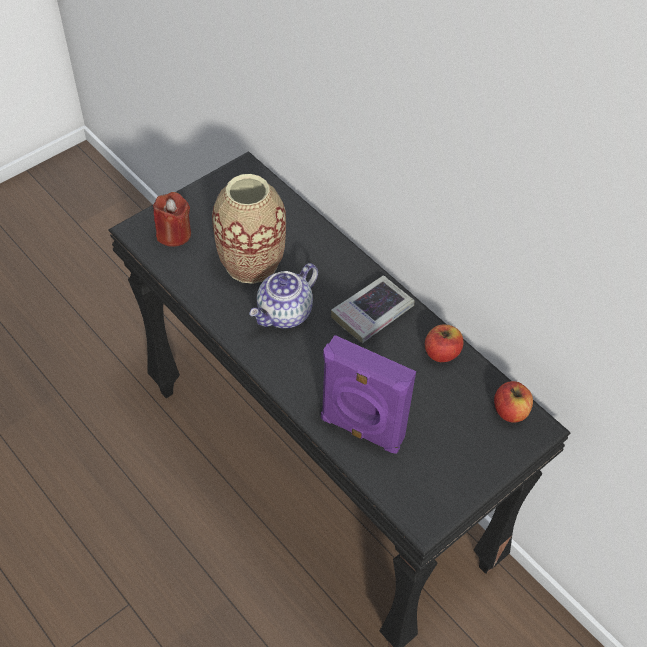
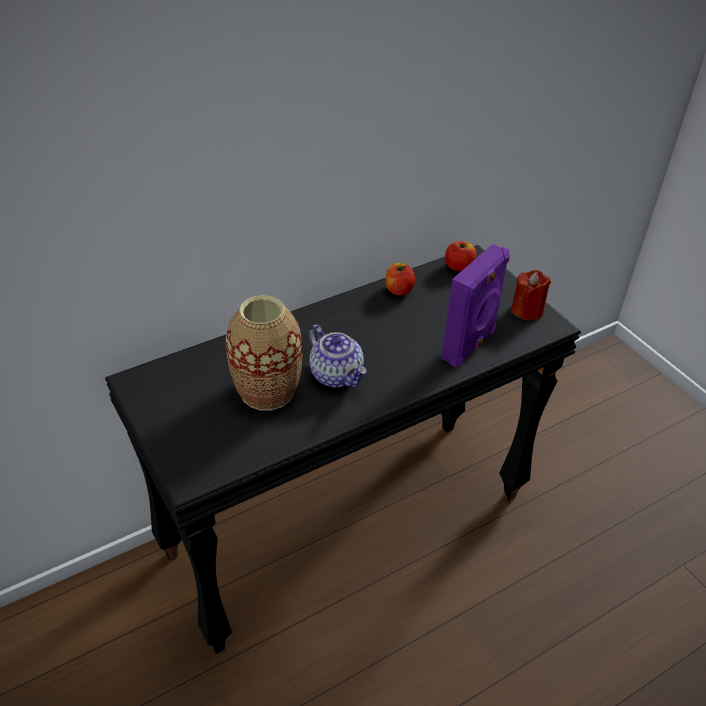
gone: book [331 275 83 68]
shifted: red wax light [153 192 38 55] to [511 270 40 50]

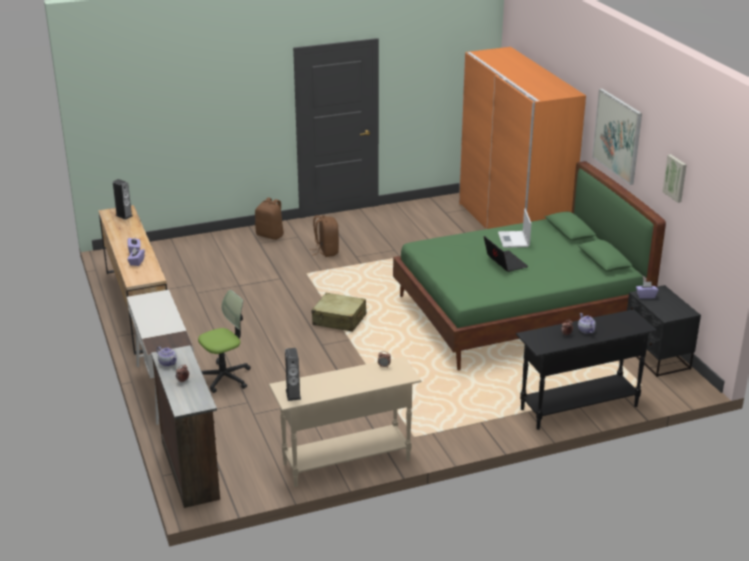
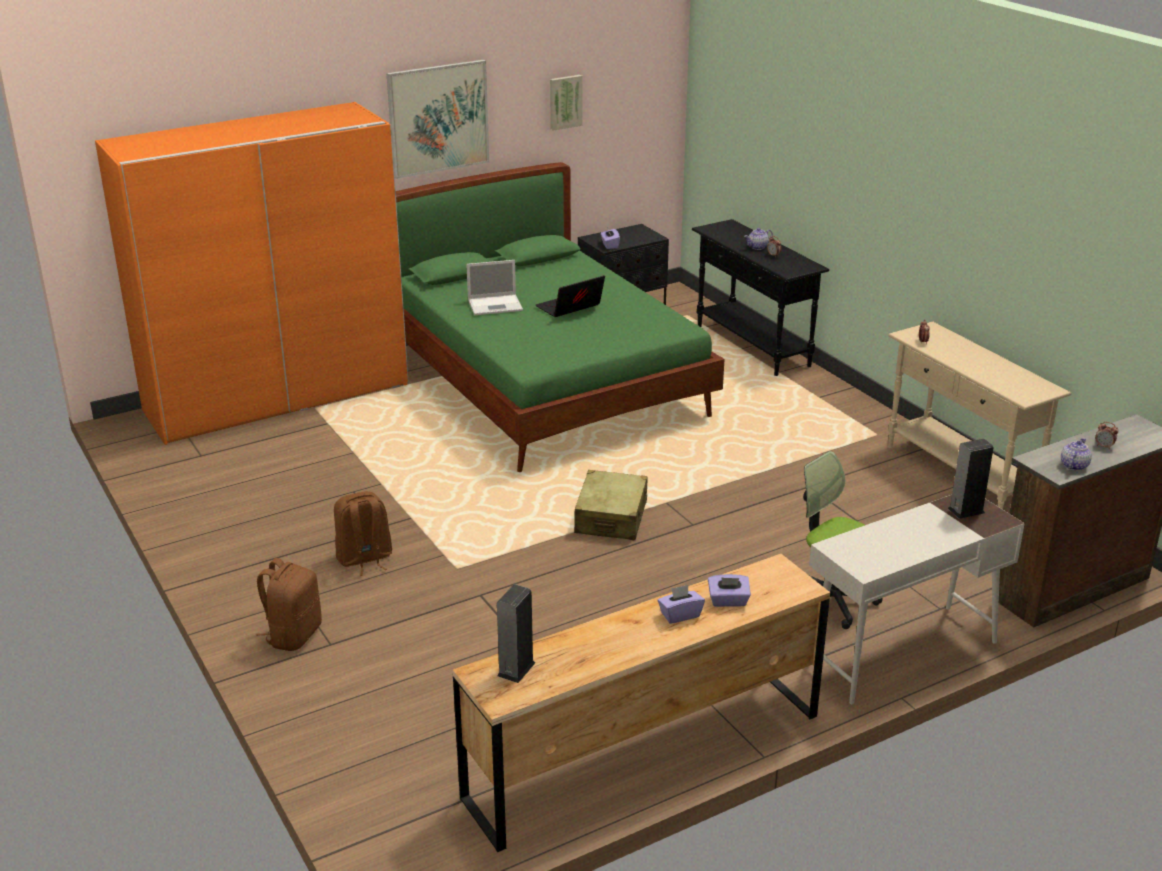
shifted: loudspeaker [285 348 16 53] to [948 439 45 80]

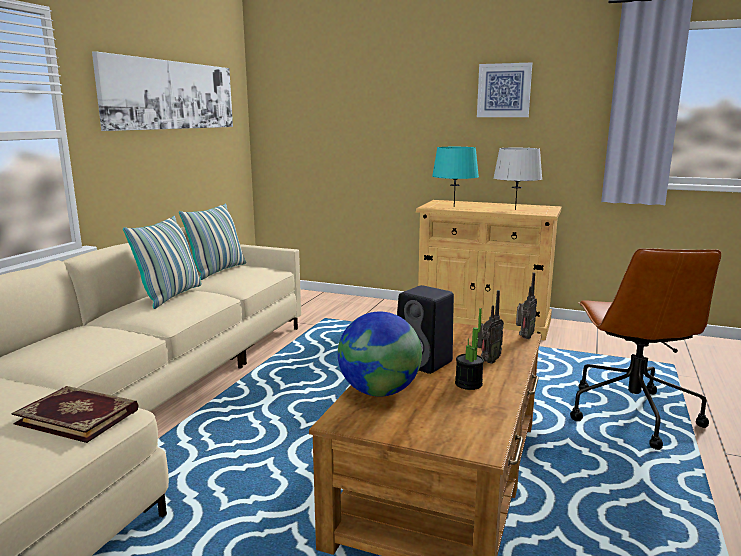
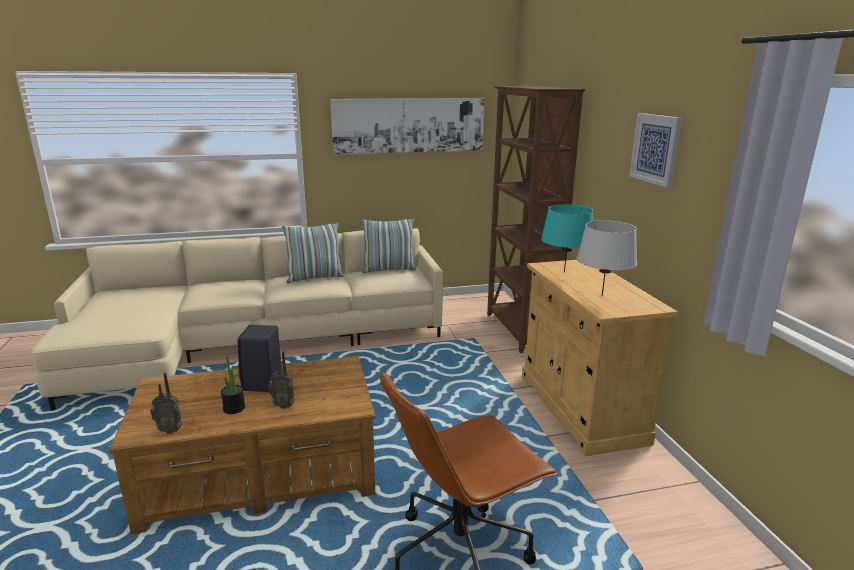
gone: book [12 386 127 57]; globe [338 312 84 85]
new: brownish bookcase [487 86 98 267]
shifted: radio [516 273 21 66] to [150 373 32 61]

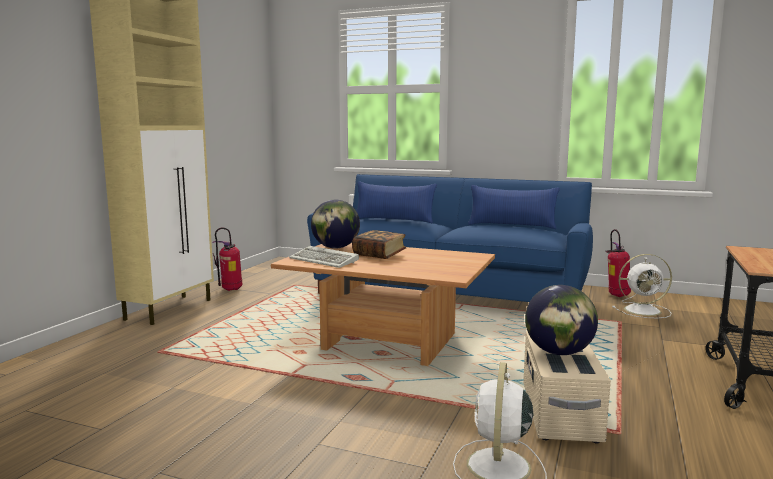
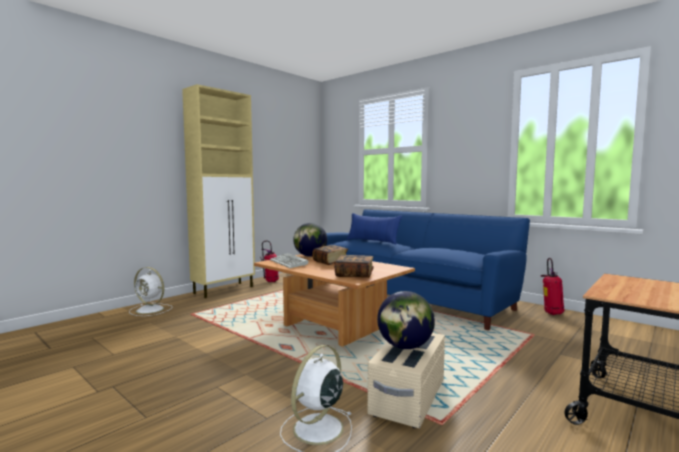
gone: blue-coloured pillow [468 185 92 44]
new: book [334 255 40 23]
shifted: white-coloured electric fan [612 254 60 64] to [129 267 44 49]

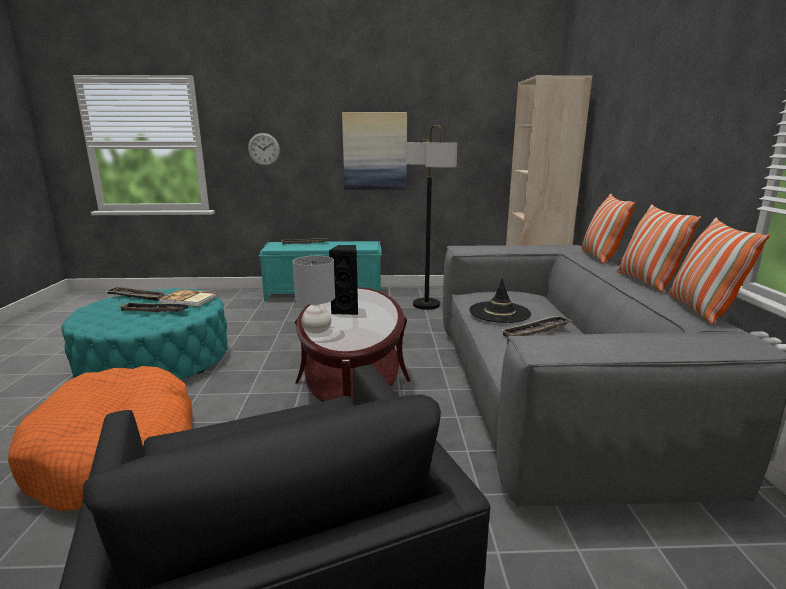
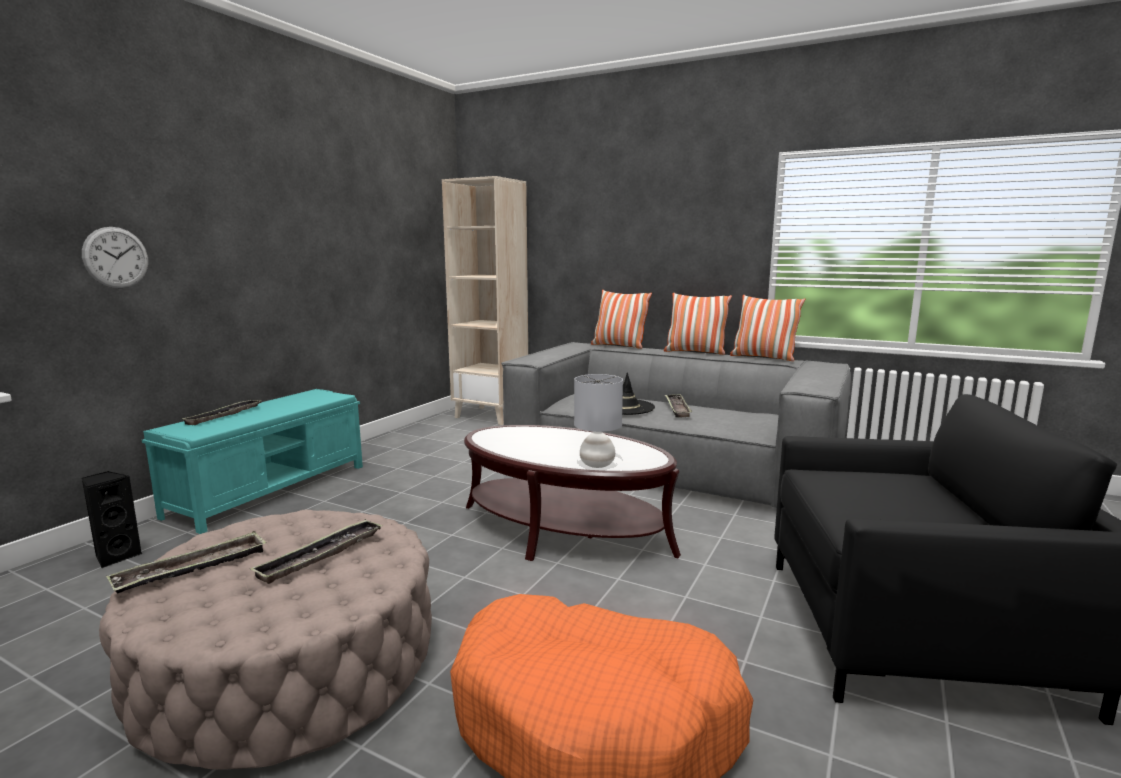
gone: book [159 289 59 18]; wall art [342 112 65 78]; standing lamp [405 125 53 185]
shifted: blackish loudspeaker [329 245 29 70] to [81 471 61 97]
repainted: turquoise-coloured pouffe [61 288 166 92] to beige-coloured pouffe [99 510 333 260]

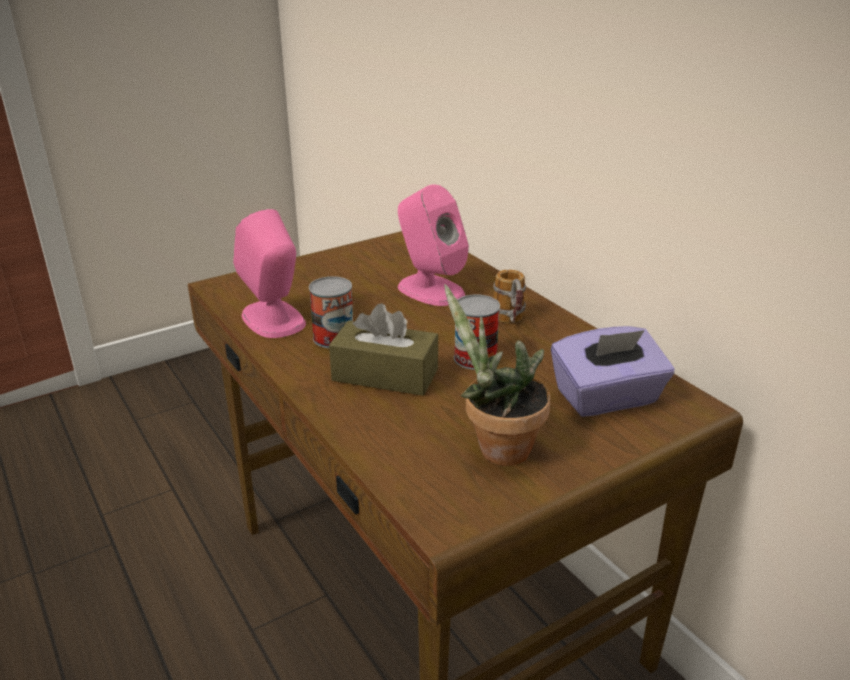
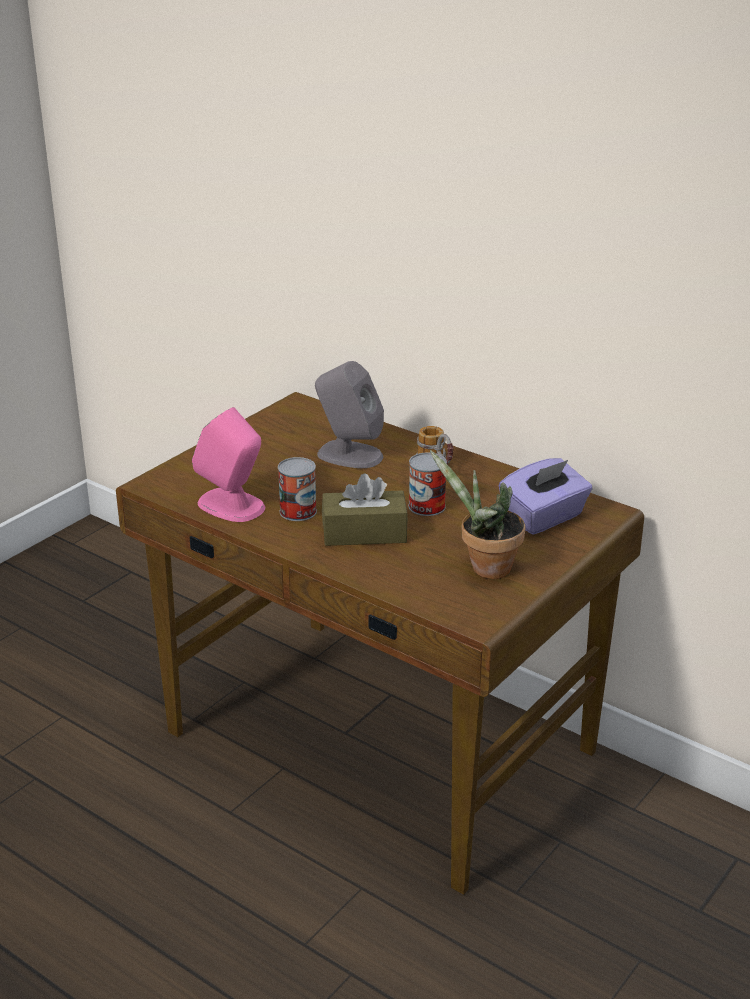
repainted: pink loudspeaker [398 184 71 122] to greyish loudspeaker [315 361 69 107]

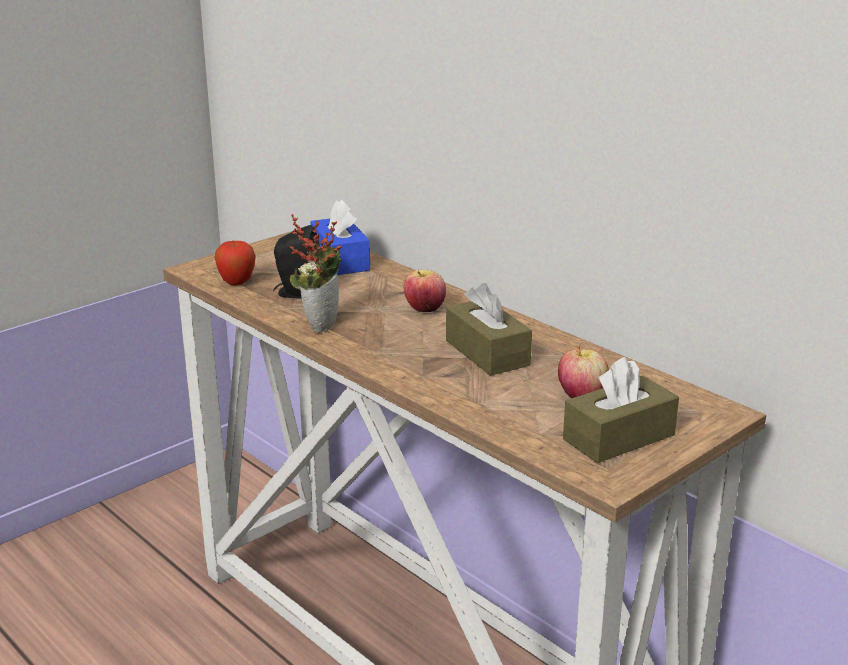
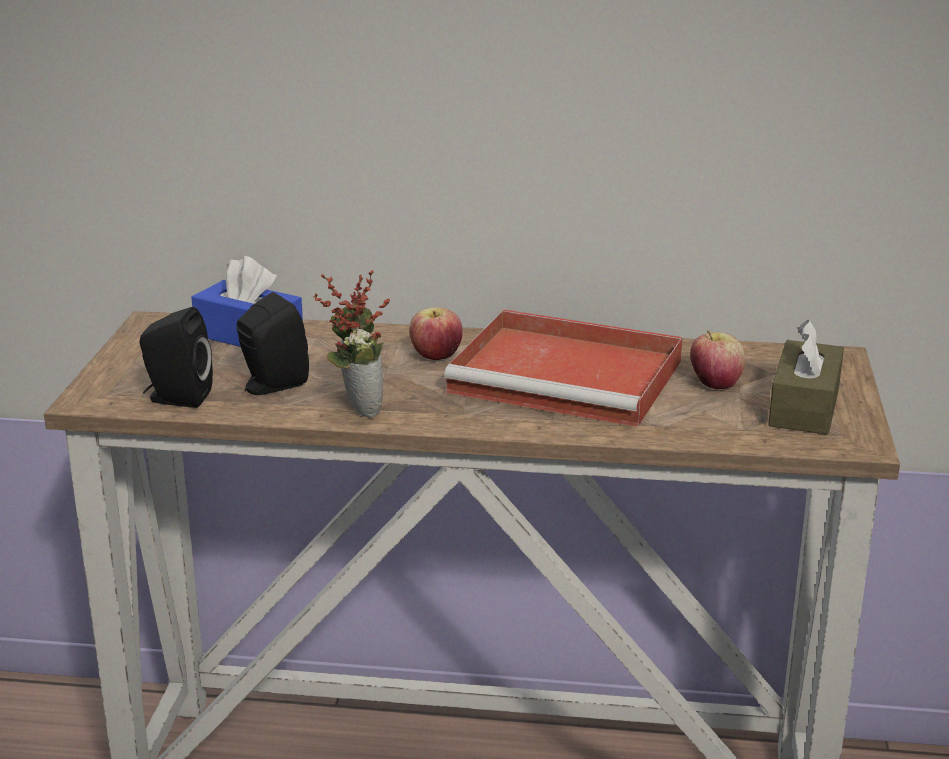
swapped: apple fruit [215 241 41 44] to blackish loudspeaker [140 307 73 101]; brownish tissue box [446 283 86 93] to red serving tray [444 309 239 118]

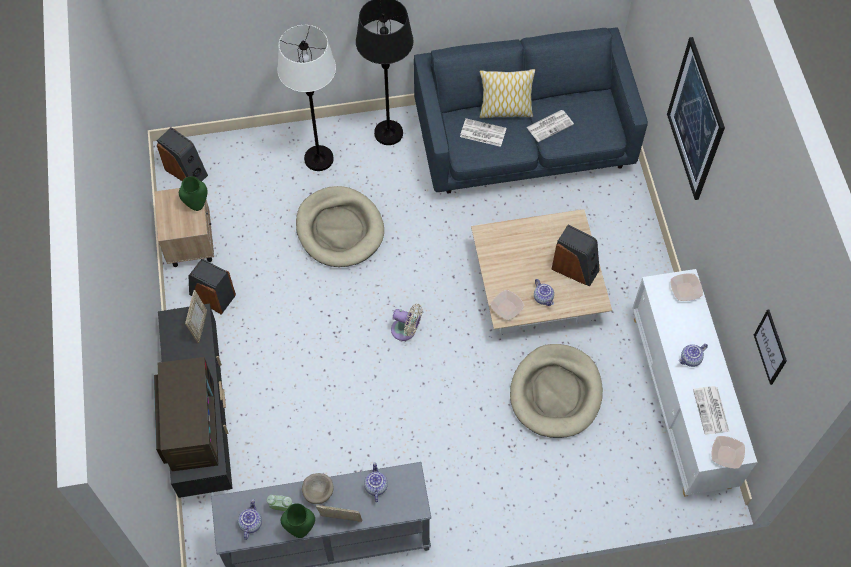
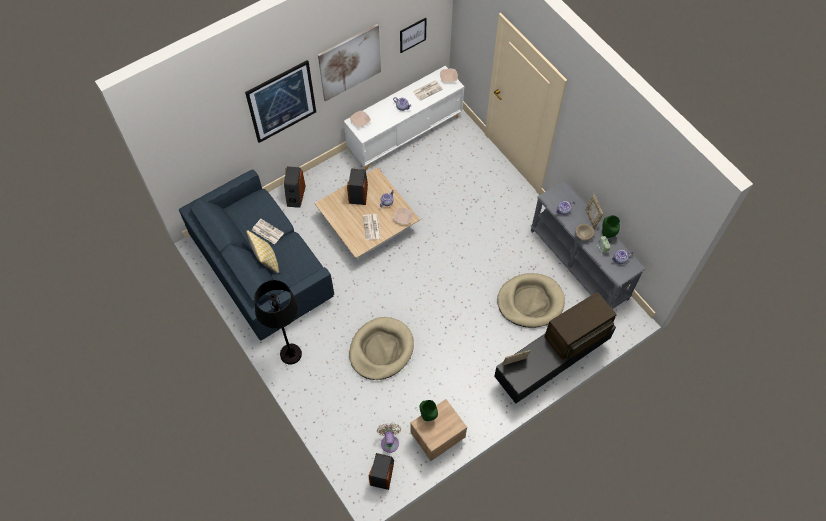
gone: white-coloured standing lamp [277 25 59 146]
new: wall art [318 24 63 78]
shifted: loudspeaker [189 259 47 56] to [284 166 22 42]; printed paper [460 118 46 29] to [363 214 18 26]; beige-coloured electric fan [391 304 32 37] to [377 423 24 30]; beige-coloured dog bed [510 344 93 94] to [497 273 68 55]

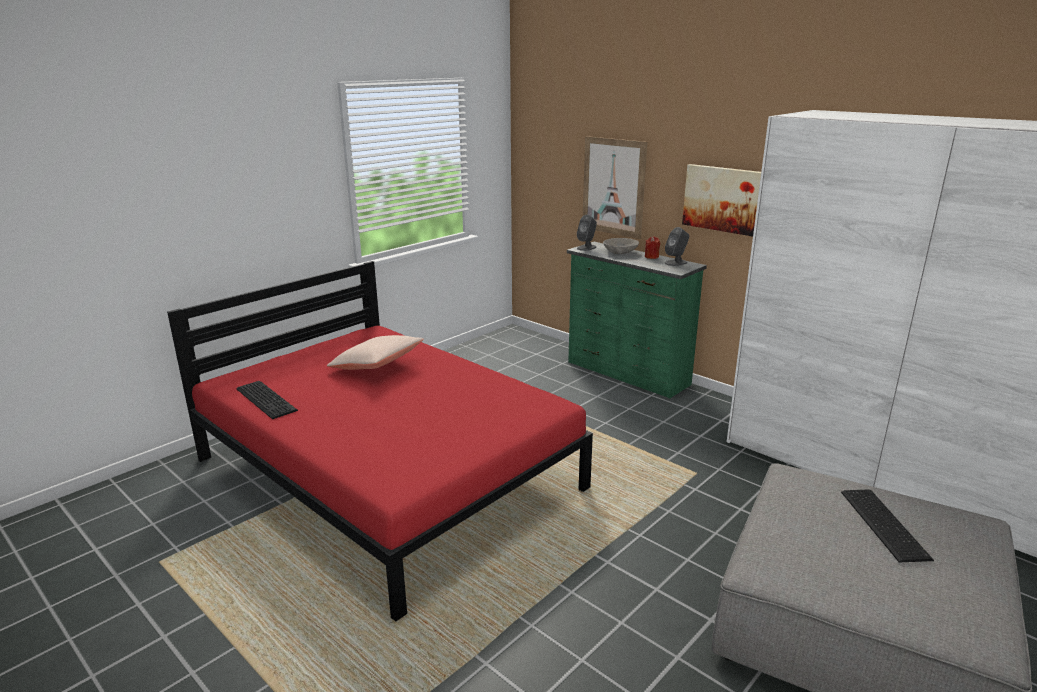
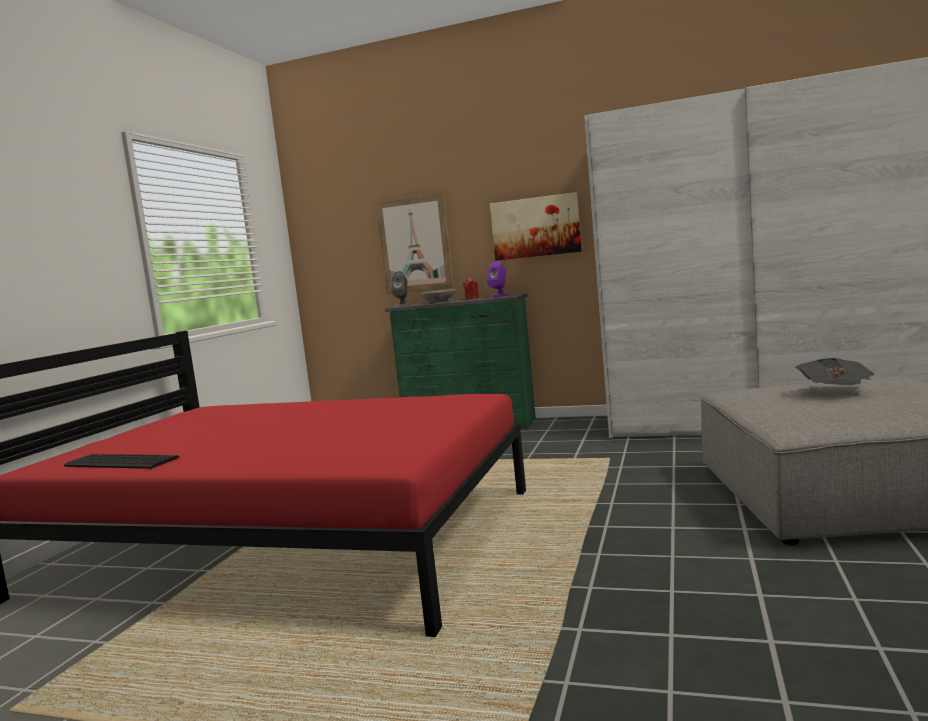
gone: beige-coloured pillow [327 335 97 35]
swapped: computer keyboard [841 489 93 74] to printed paper [795 358 79 27]
repainted: greyish loudspeaker [664 227 25 39] to purple loudspeaker [487 261 22 37]

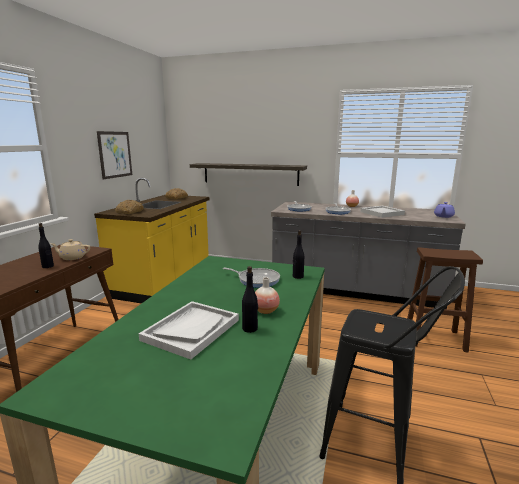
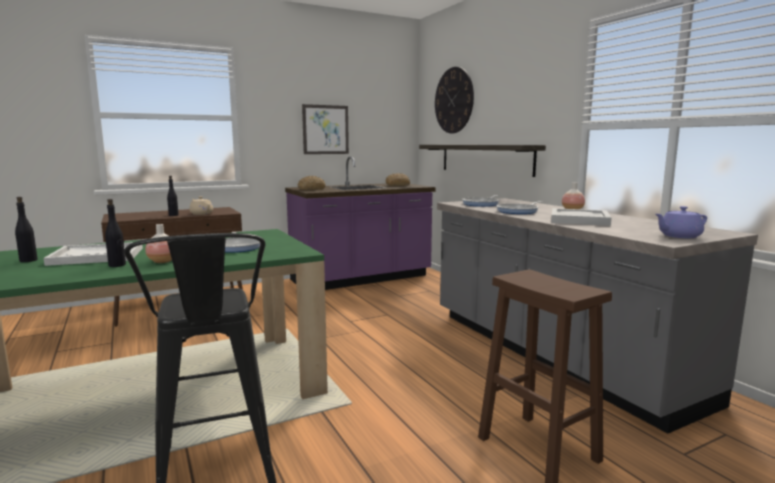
new: wall clock [435 67 39 66]
shifted: blackish beverage bottle [293 230 11 49] to [15 197 23 65]
repainted: yellowish counter [94 178 115 125] to purple counter [285 156 151 134]

